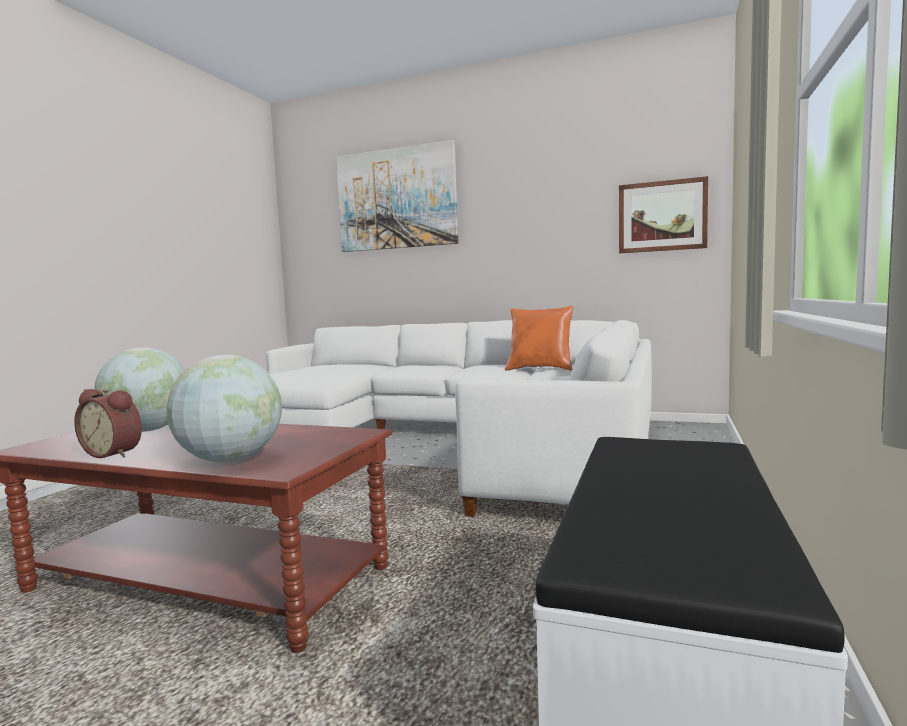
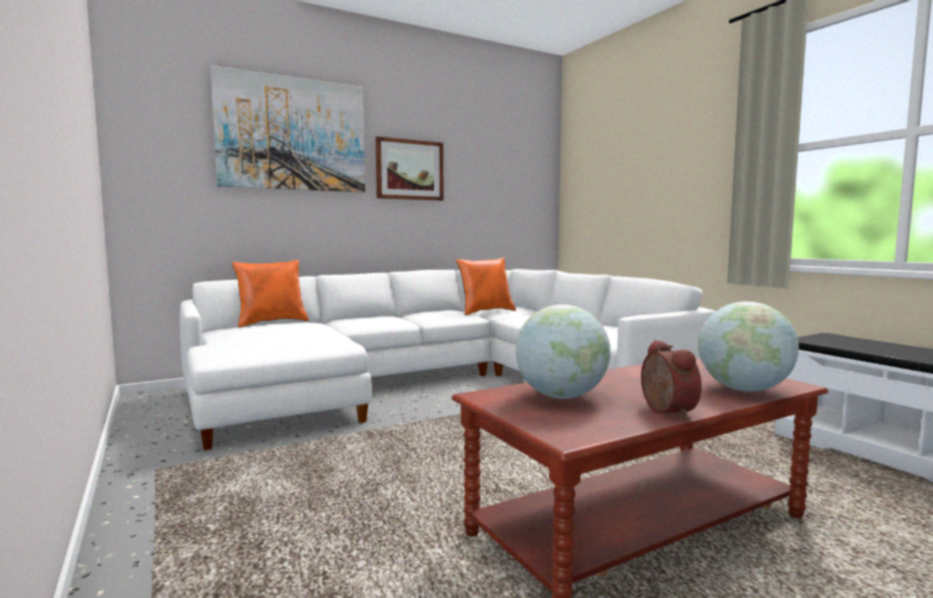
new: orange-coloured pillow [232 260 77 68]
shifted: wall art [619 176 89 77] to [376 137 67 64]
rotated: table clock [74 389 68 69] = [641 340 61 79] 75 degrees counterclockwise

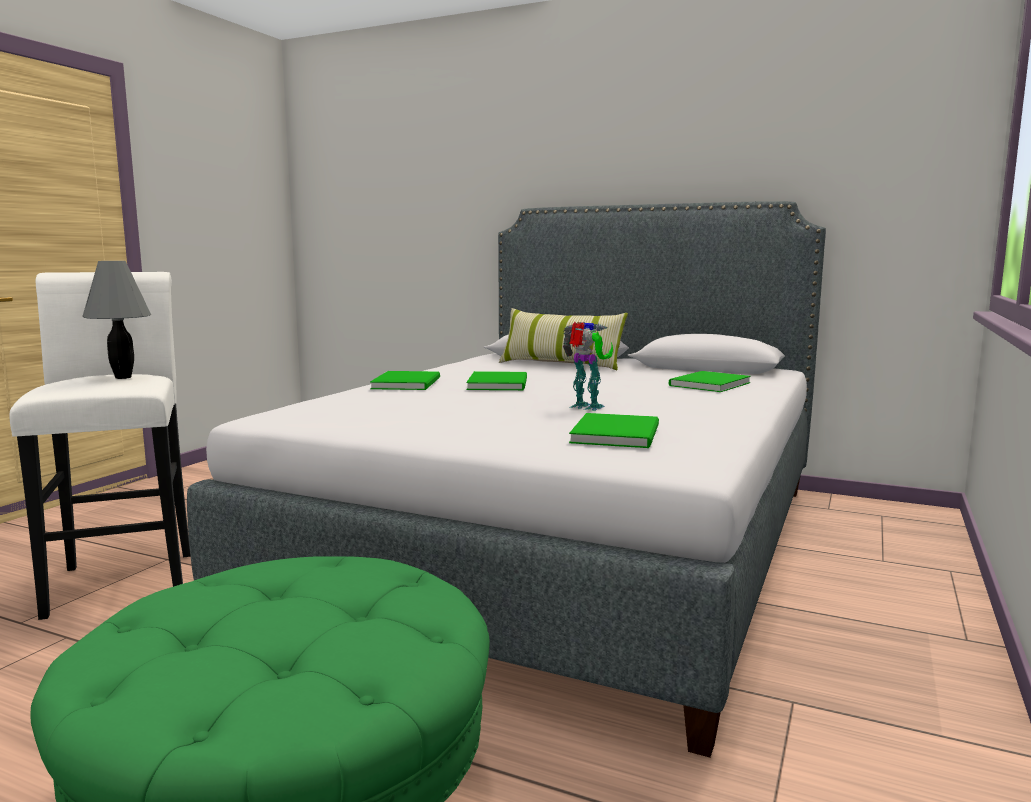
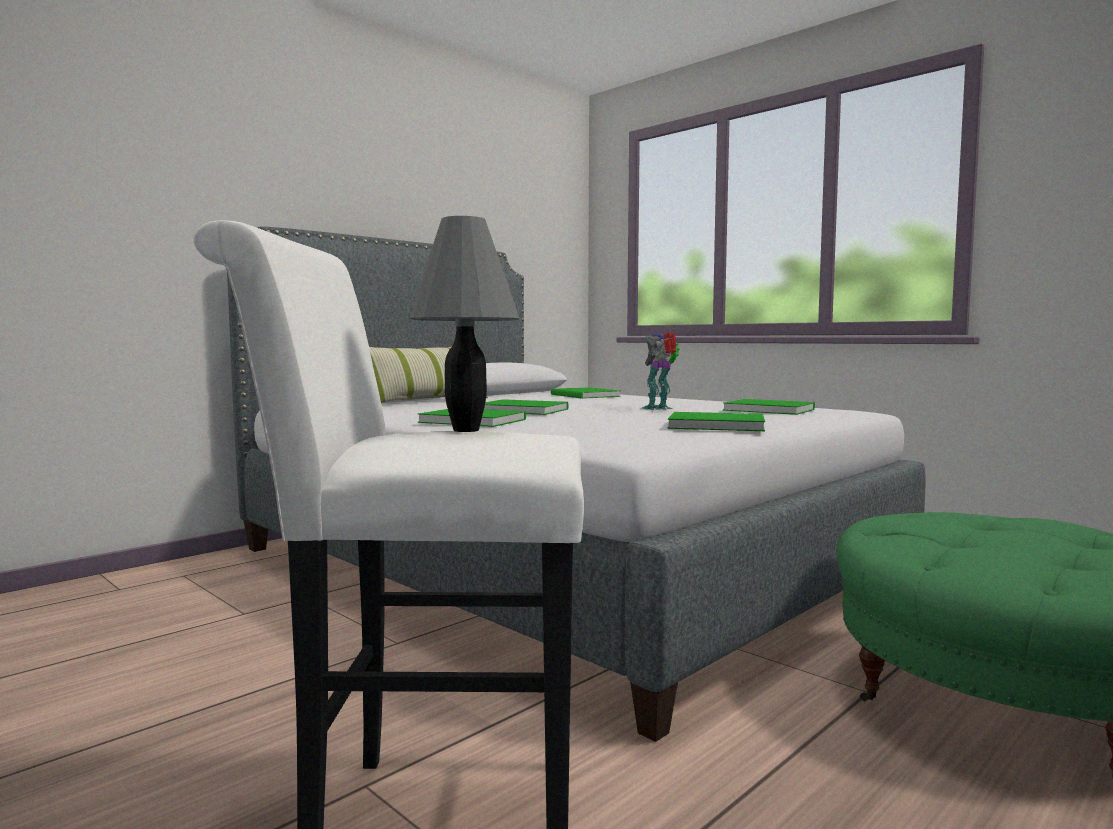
new: green book [668 412 97 19]

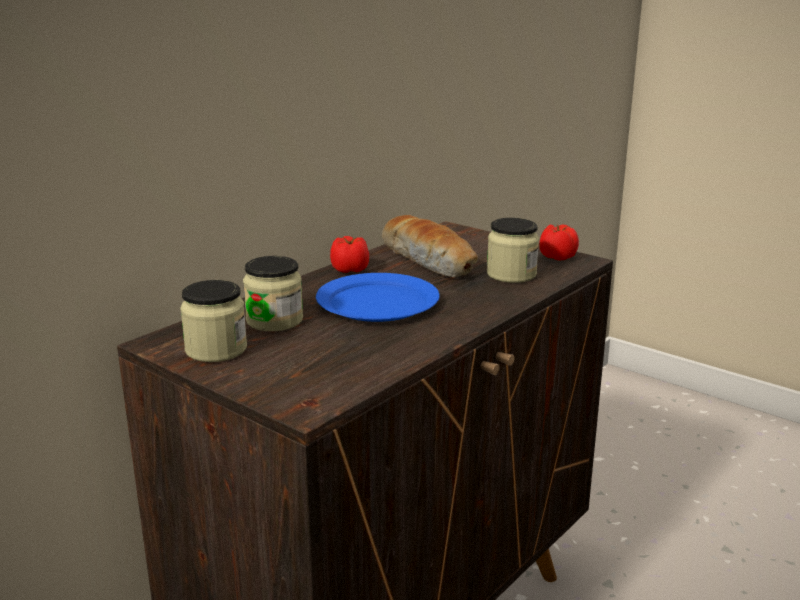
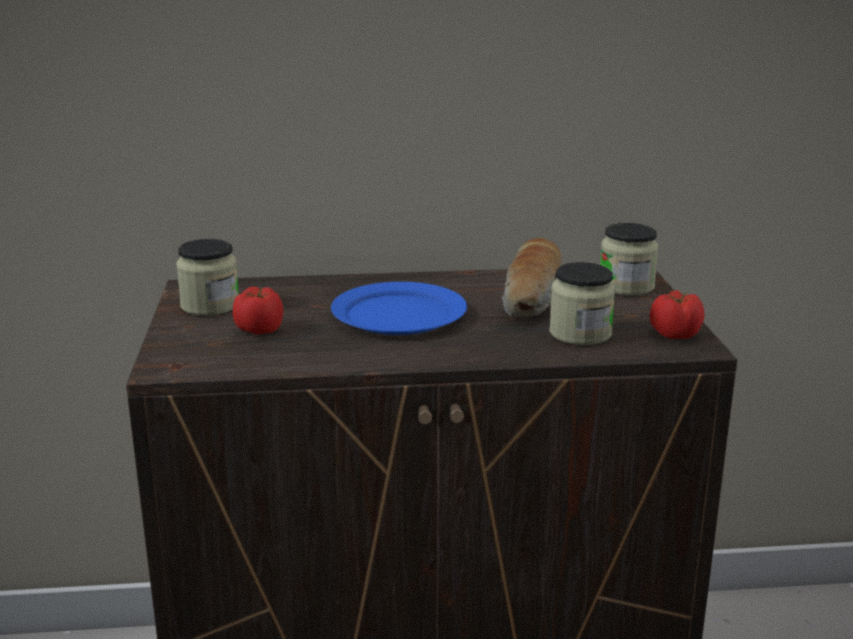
shifted: fresh tomato [330 236 39 37] to [233 287 50 48]; storage jar [243 256 60 75] to [600 223 58 73]

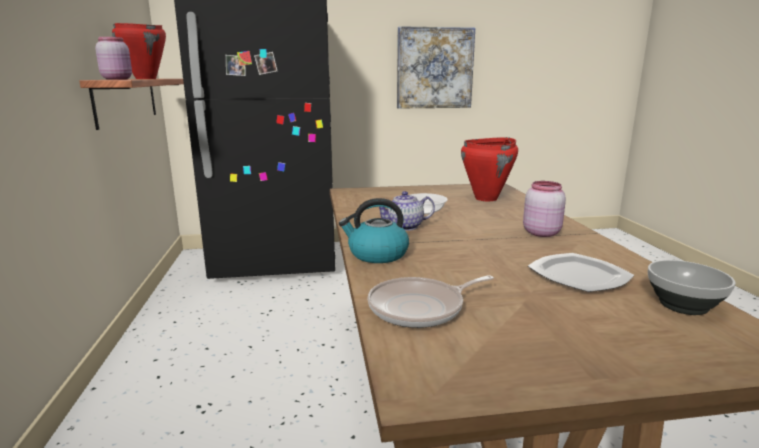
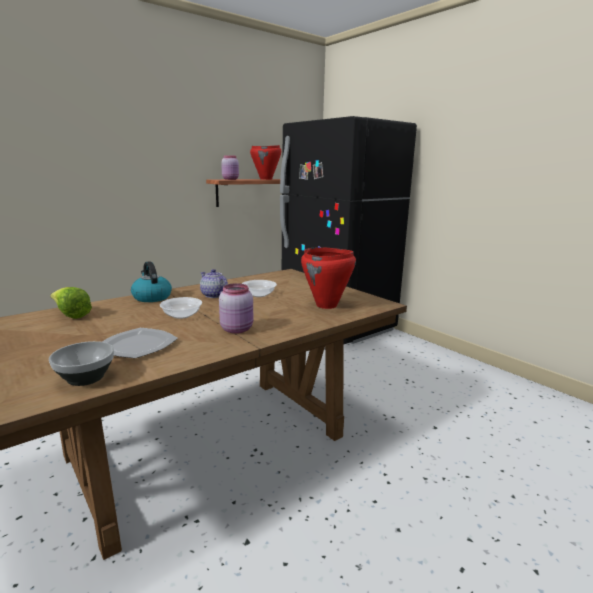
gone: wall art [397 26 78 82]
new: serving bowl [160 297 42 22]
swapped: pan [368 275 126 53] to head of lettuce [50 287 42 32]

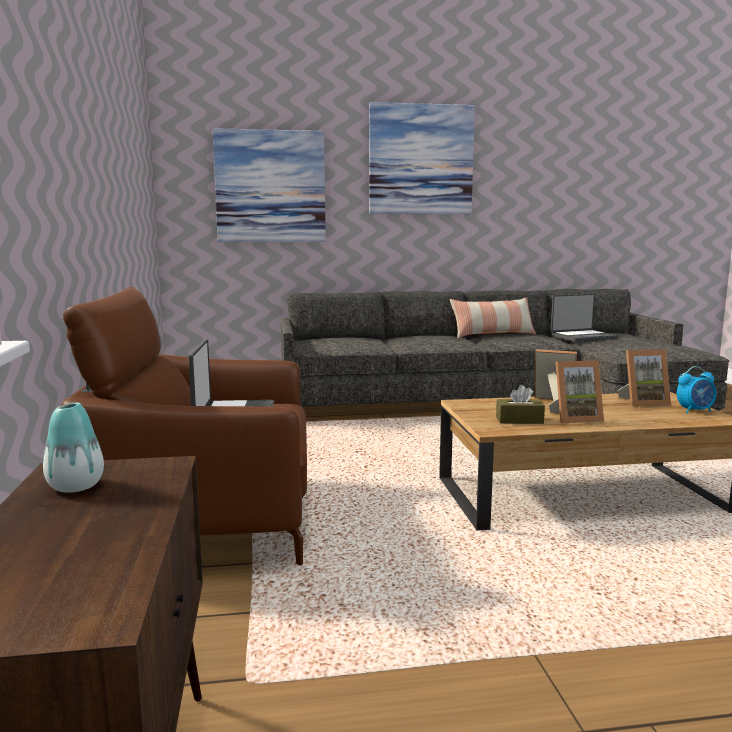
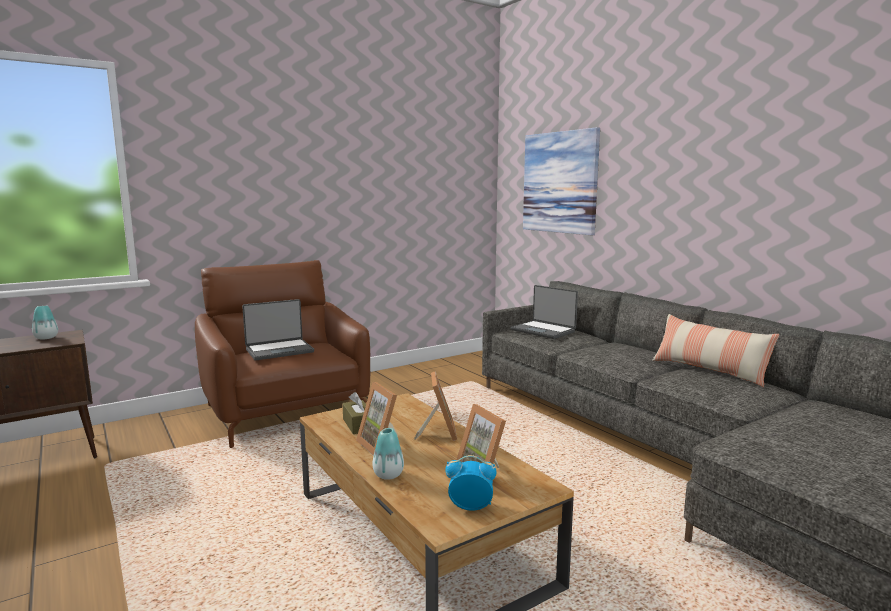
gone: wall art [369 102 106 112]
new: vase [373 428 31 52]
shifted: notebook computer [551 294 67 48] to [511 285 67 54]
rotated: table clock [677 366 39 47] = [445 455 51 56] 135 degrees clockwise

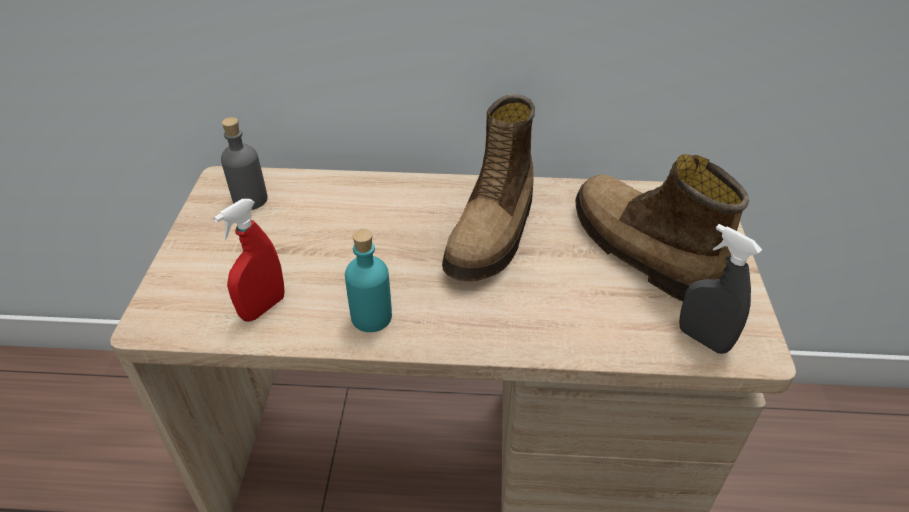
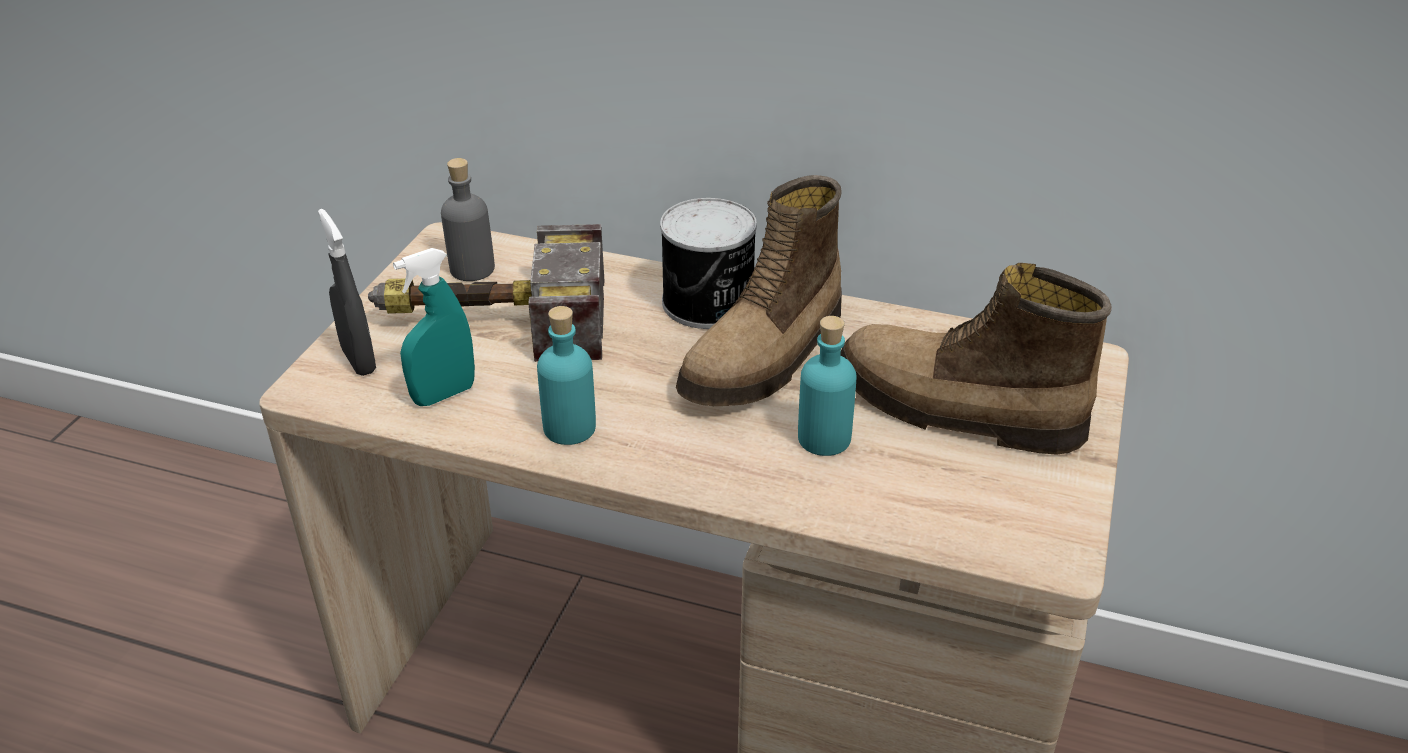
new: tool hammer [368 224 236 138]; sealed can [660 198 97 131]; turquoise-coloured beverage bottle [798 316 59 140]
shifted: greyish spray bottle [679 224 83 130] to [318 209 58 167]
repainted: red spray bottle [214 199 71 123] to turquoise-coloured spray bottle [393 248 82 158]
rotated: tall boot [575 154 174 148] = [840 263 272 192] 45 degrees counterclockwise

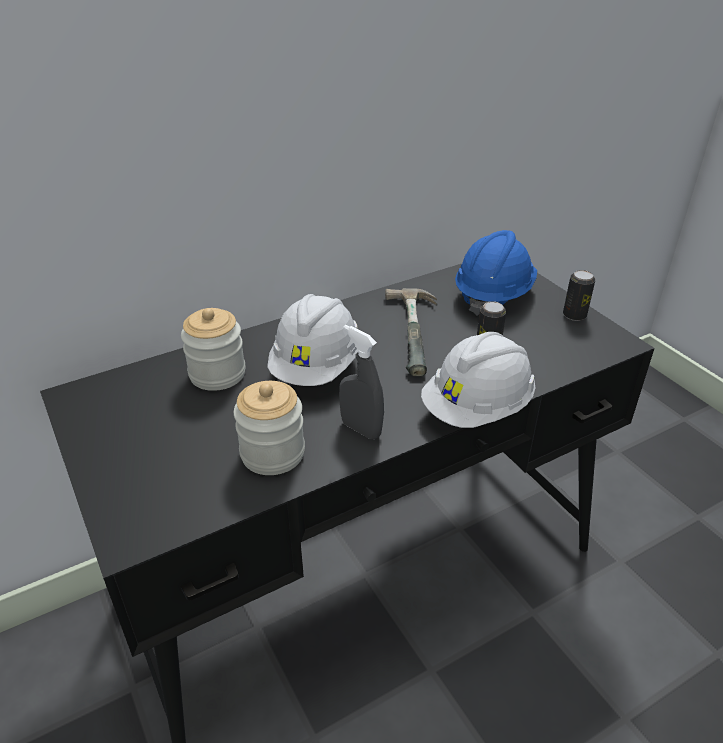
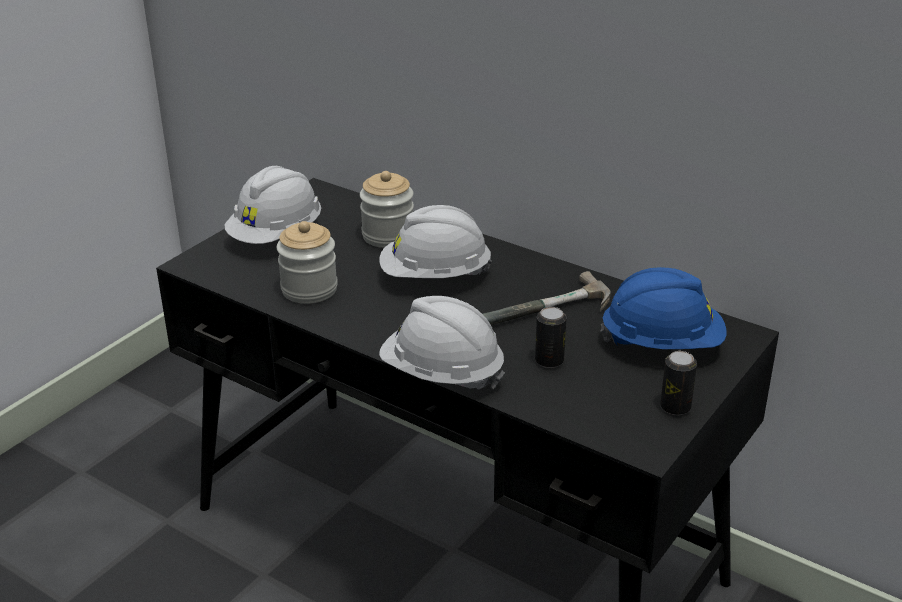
gone: greyish spray bottle [339 325 45 114]
new: white-coloured hard hat [224 166 97 78]

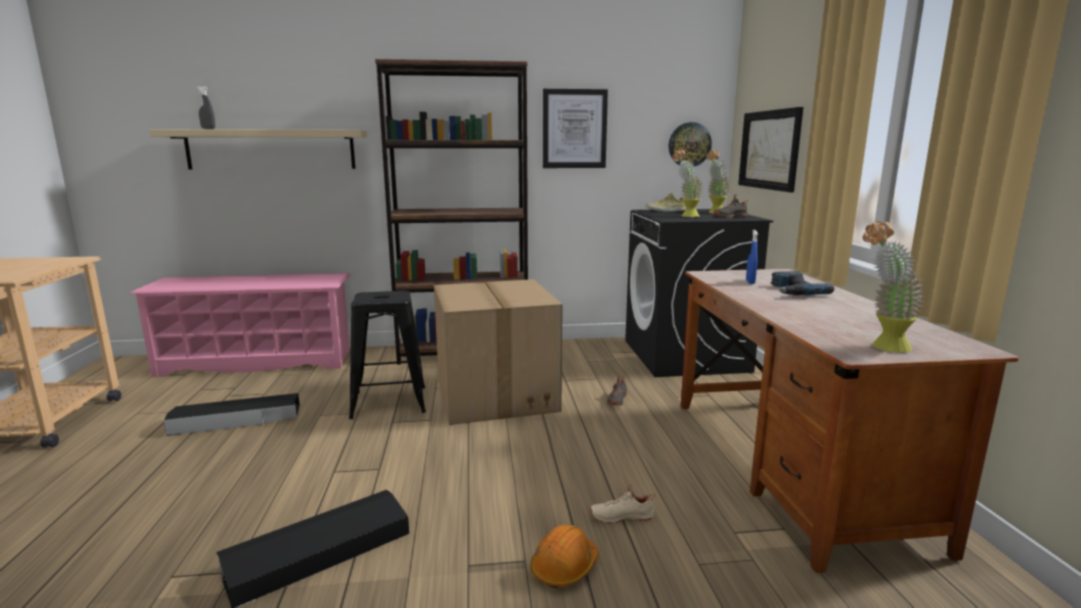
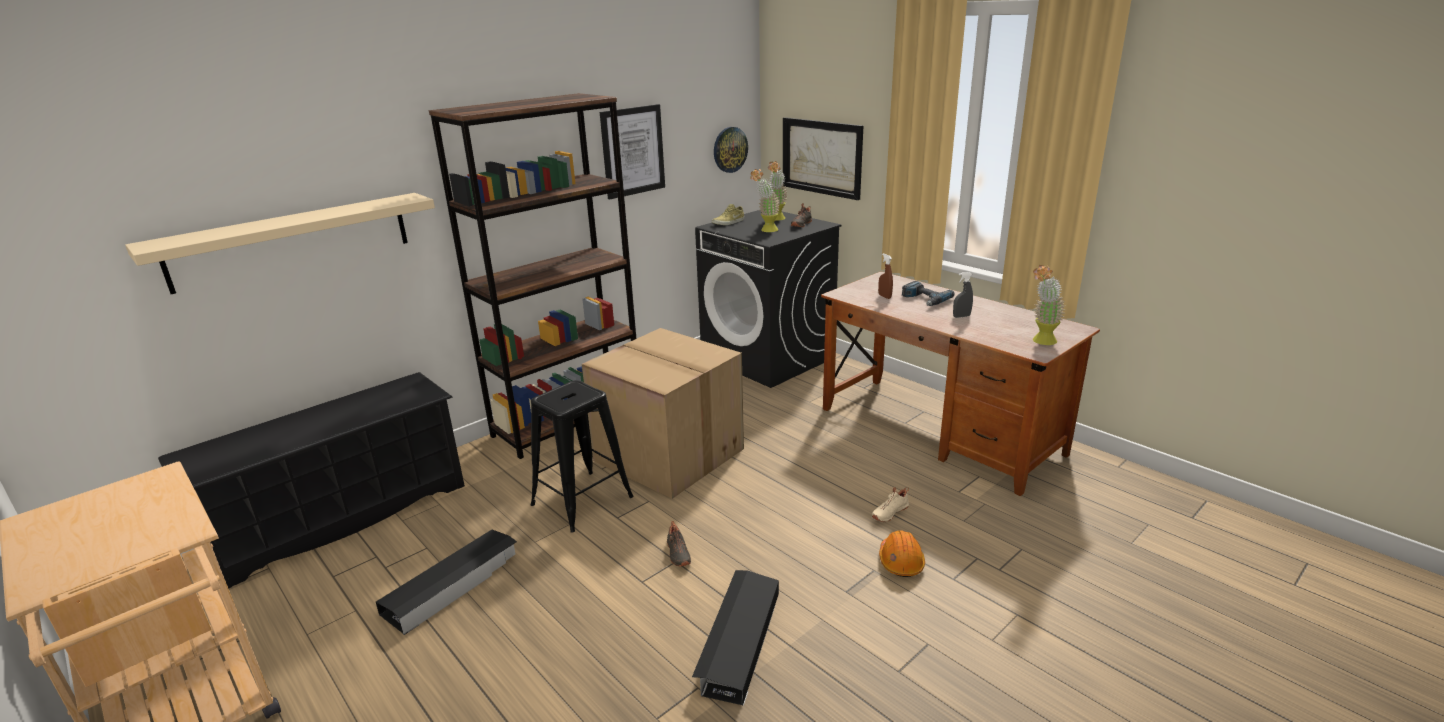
shifted: blackish low shoe [607 376 20 30] to [667 521 24 45]; greyish spray bottle [197 86 18 43] to [953 272 20 46]
repainted: pink shoe stand [129 273 222 103] to blackish shoe stand [158 372 307 217]; blue-coloured spray bottle [746 230 12 54] to brownish spray bottle [878 254 15 45]

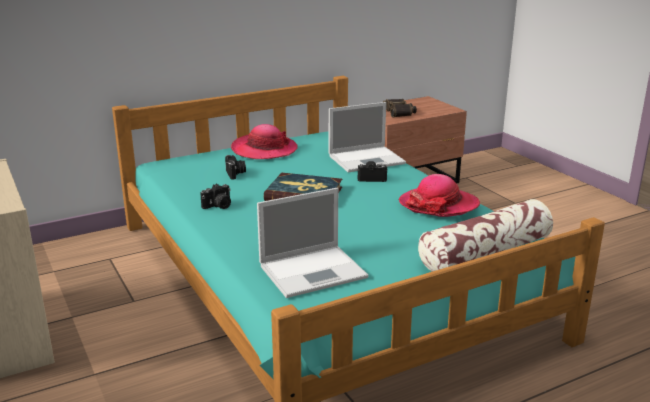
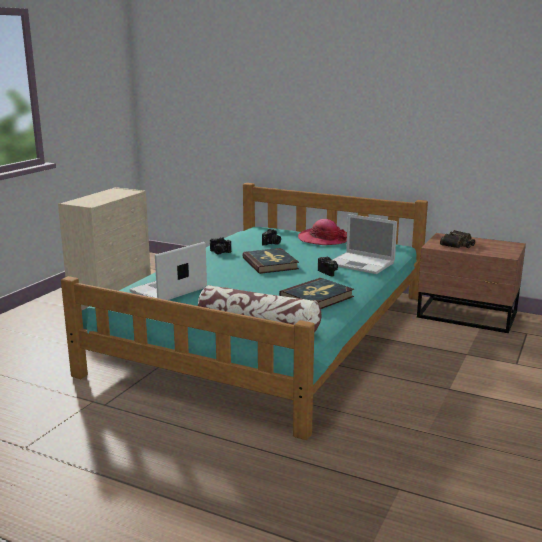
swapped: clothing hat [399 174 81 43] to book [279 278 75 31]
rotated: notebook computer [257 188 112 110] = [130 242 77 58] 105 degrees clockwise

